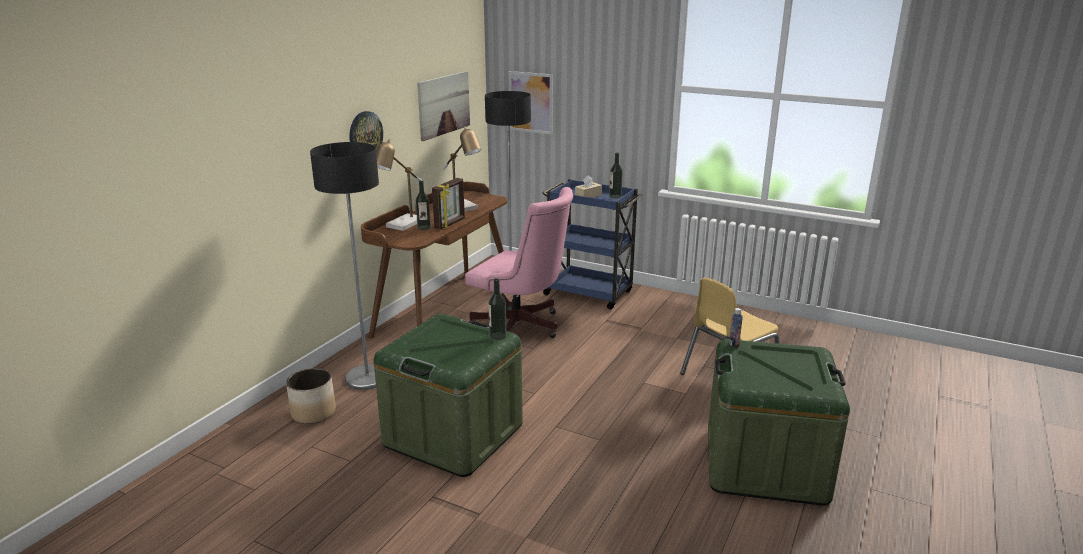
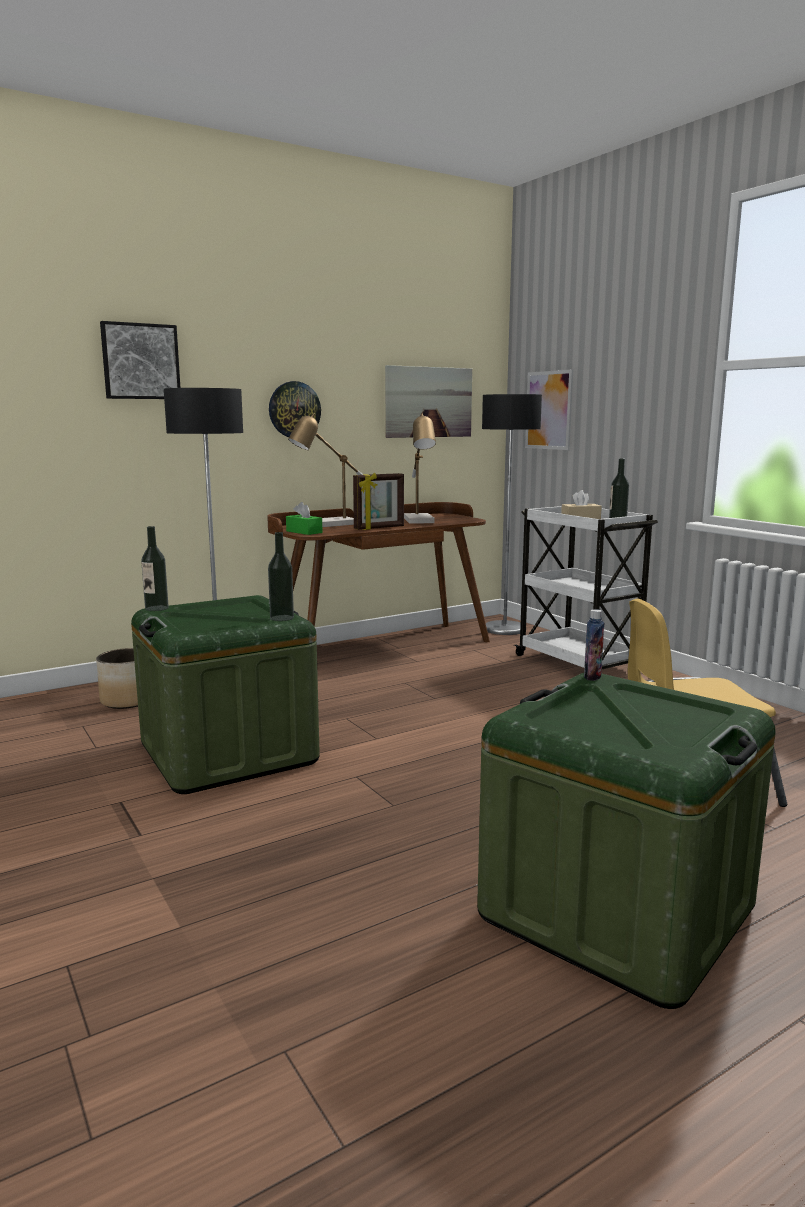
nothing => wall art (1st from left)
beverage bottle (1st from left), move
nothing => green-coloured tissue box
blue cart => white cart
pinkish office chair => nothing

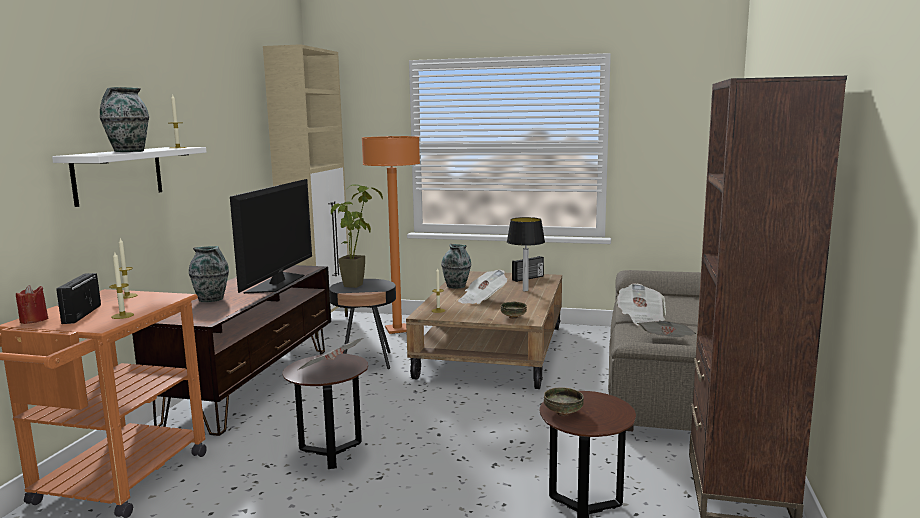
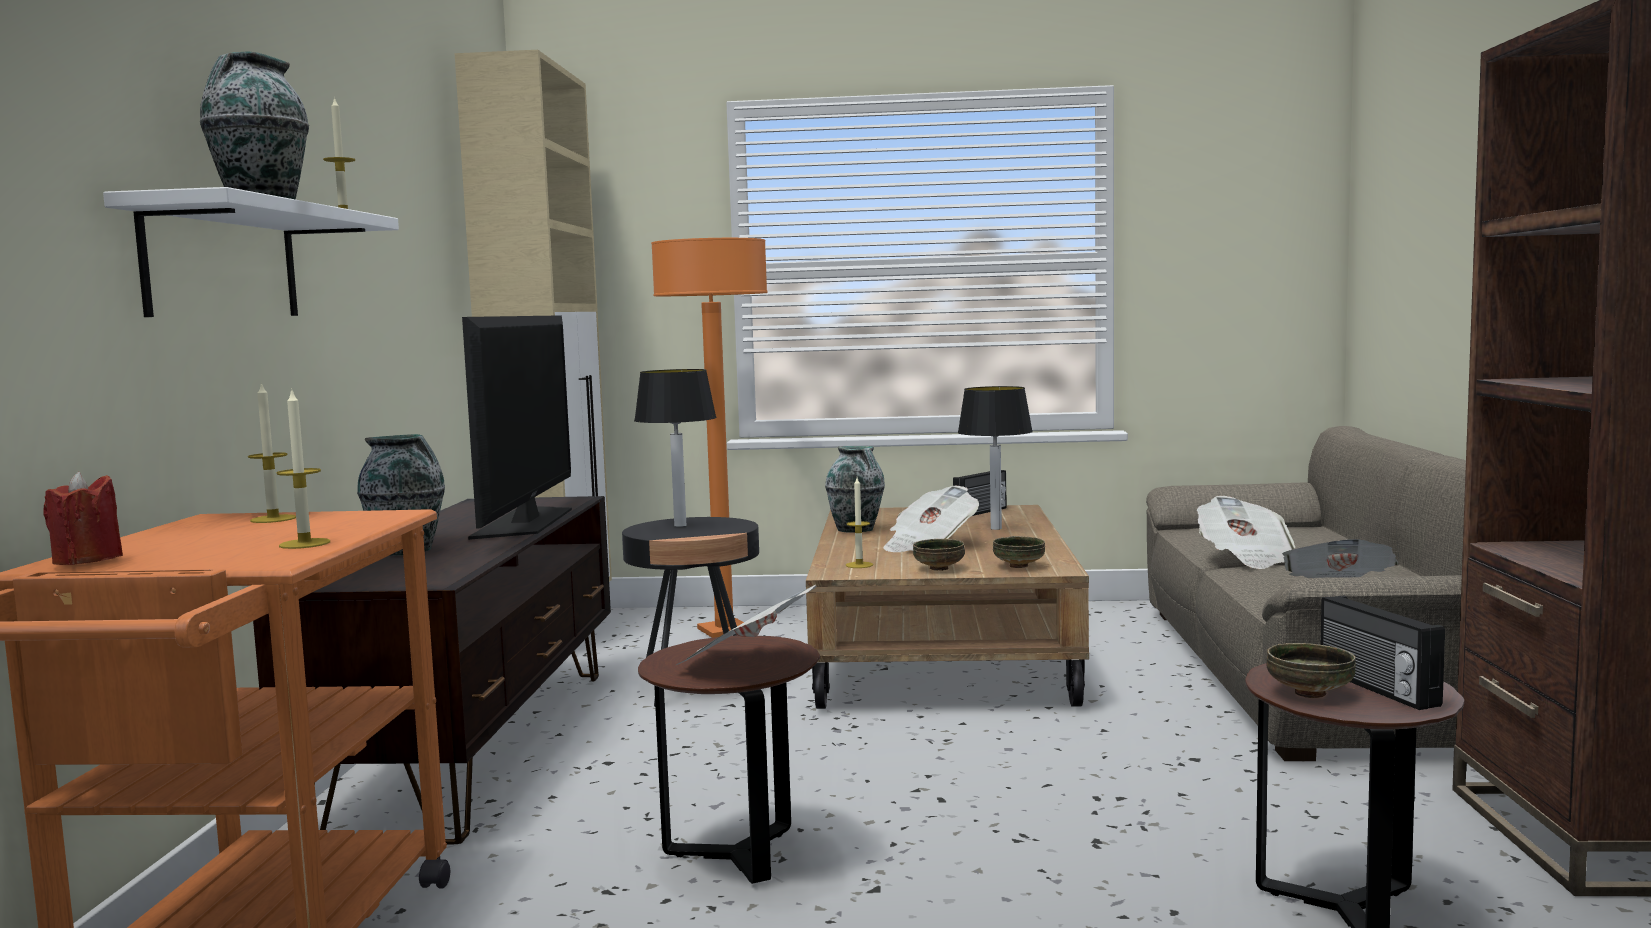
plant in a pot => lamp for a table (1st from left)
nothing => bowl (1st from left)
radio (1st from left in the first image) => radio (2nd from left), move

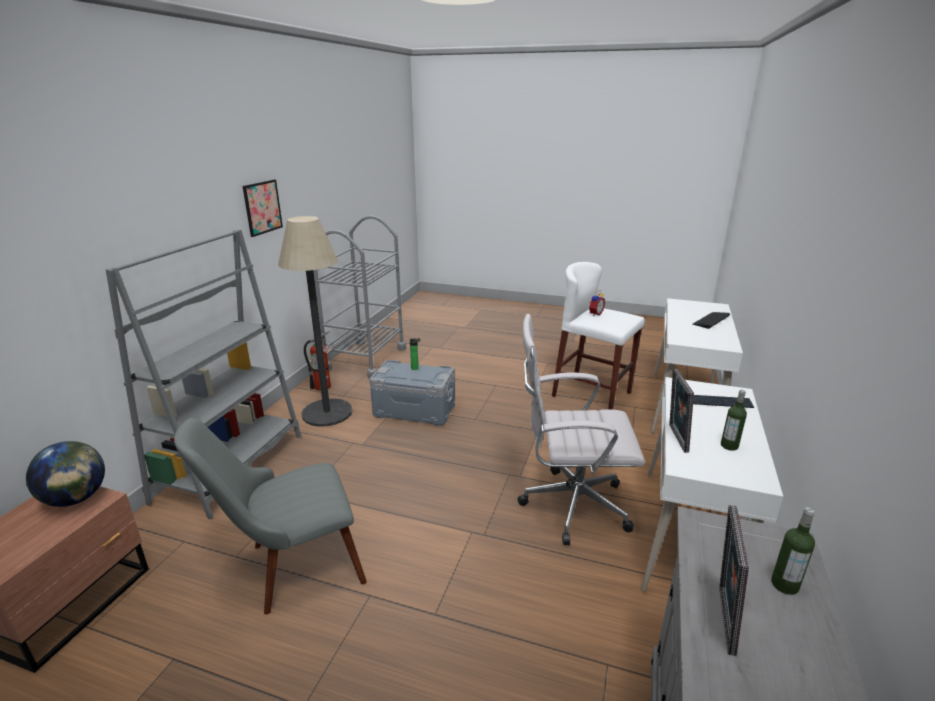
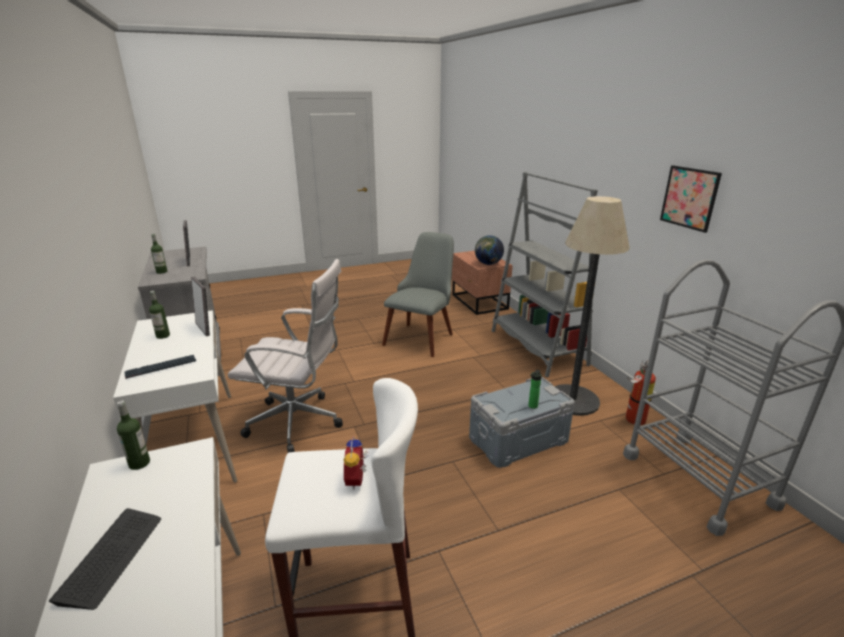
nothing => beverage bottle (1st from left)
white office chair, 45 degrees clockwise

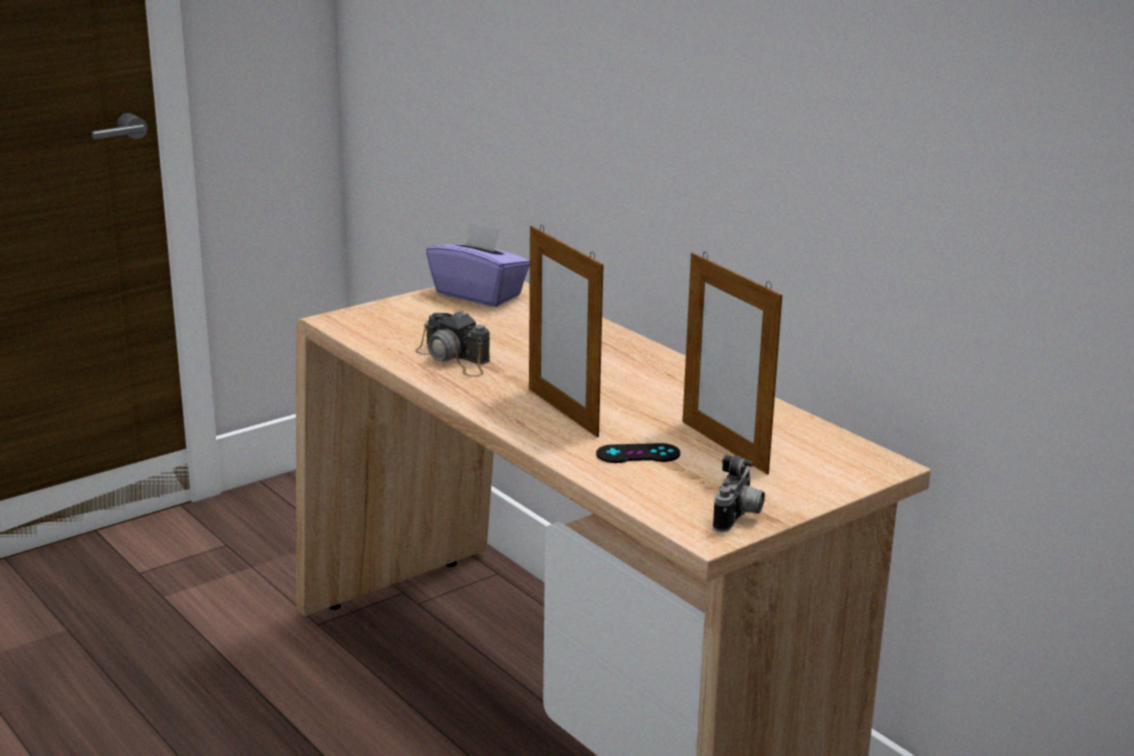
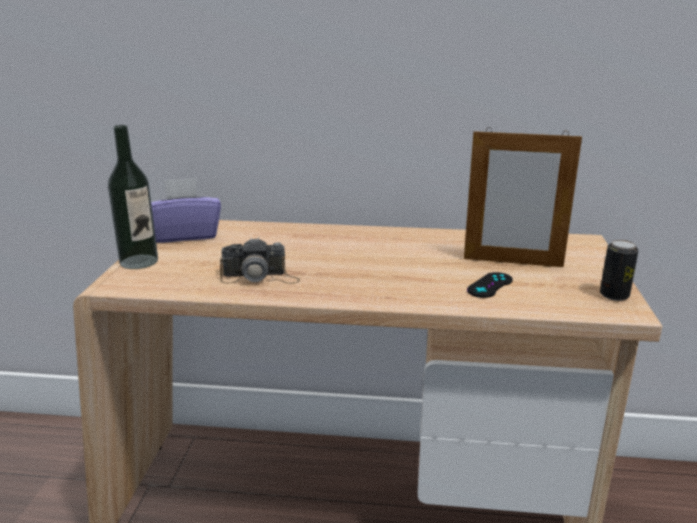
nothing => beverage bottle
photo camera (2nd from left) => metal can
picture frame (1st from left) => nothing

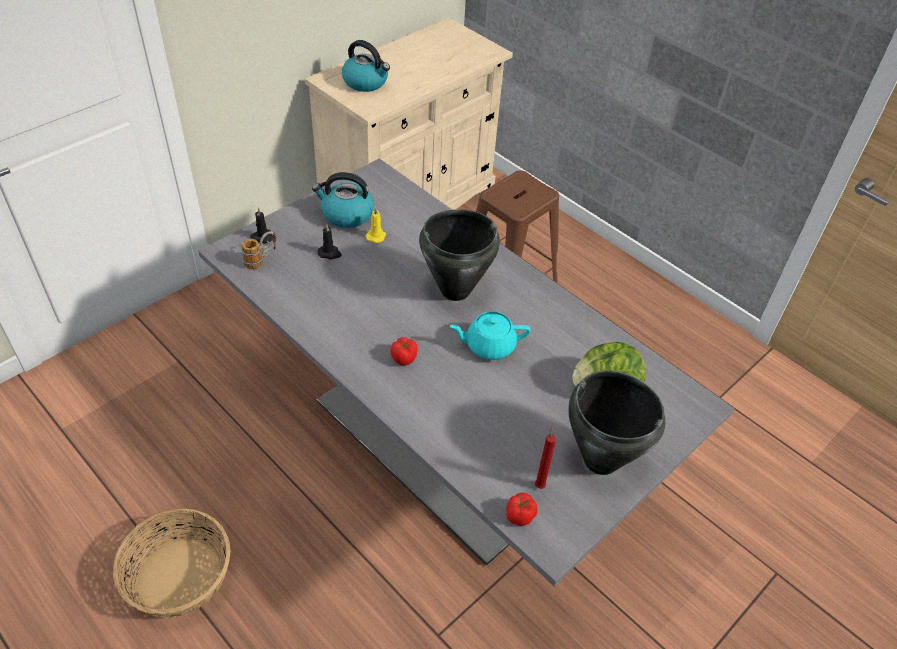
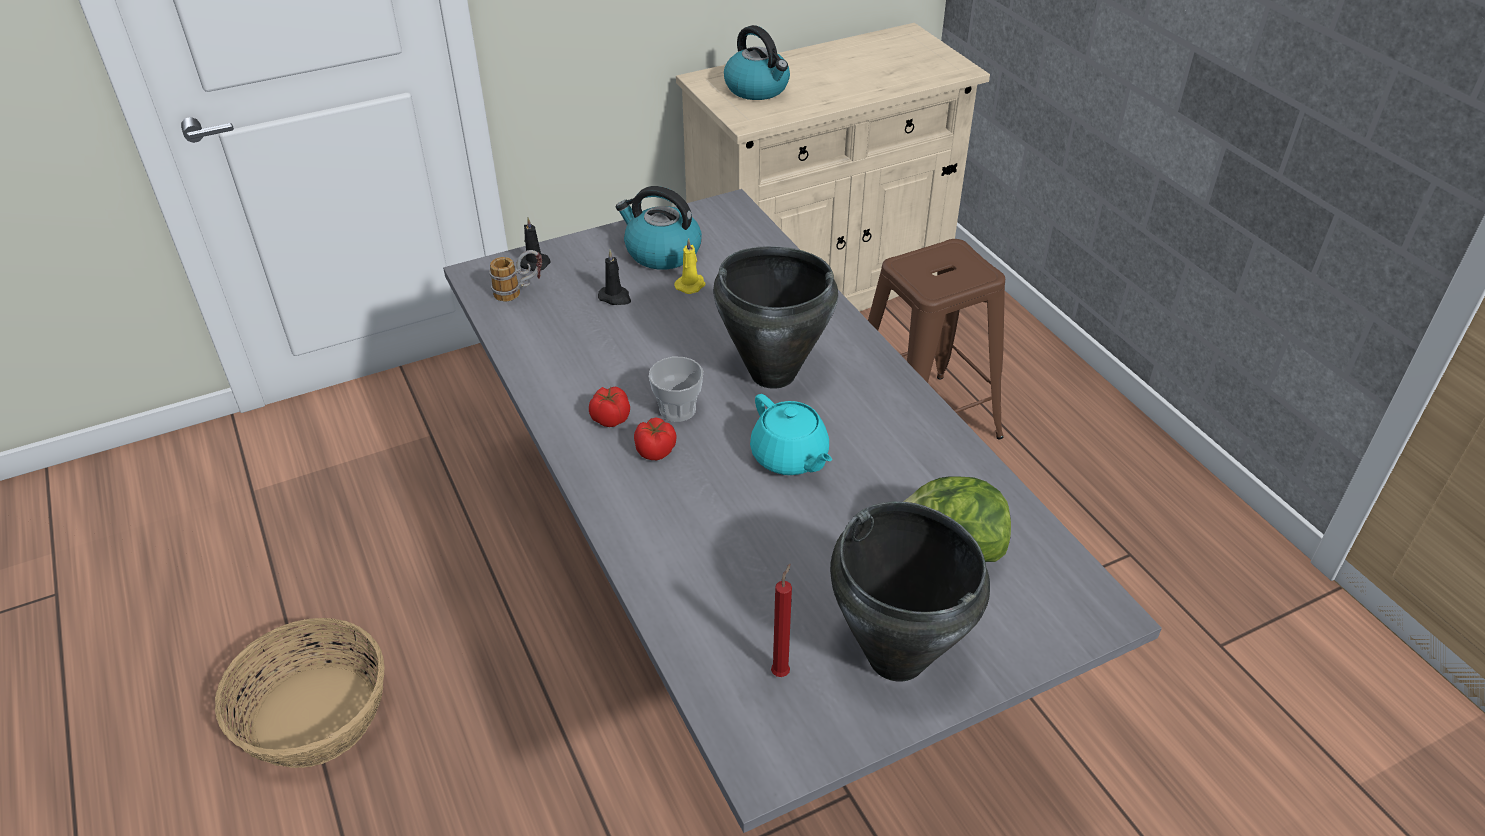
tomato (2nd from left in the first image) => tomato (1st from left), move
nothing => cup
turquoise pot for tea, 135 degrees counterclockwise

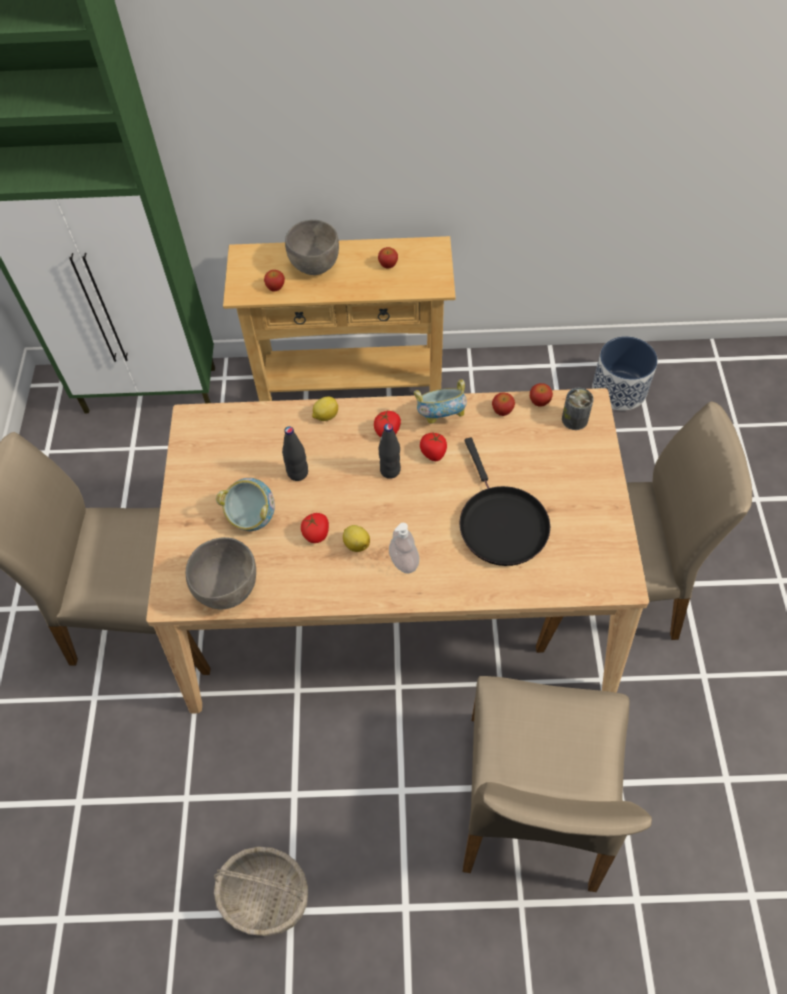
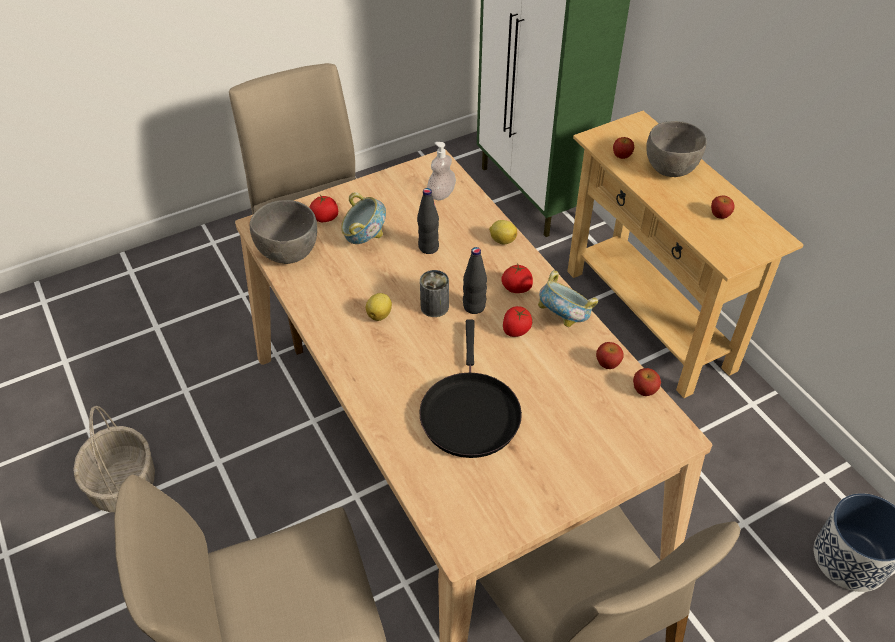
tomato (1st from left), move
black pan, 45 degrees counterclockwise
metal can, move
soap bottle, move

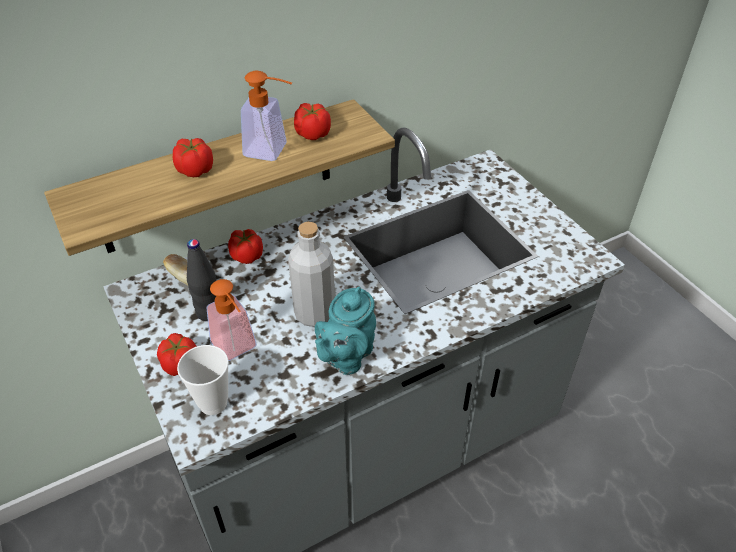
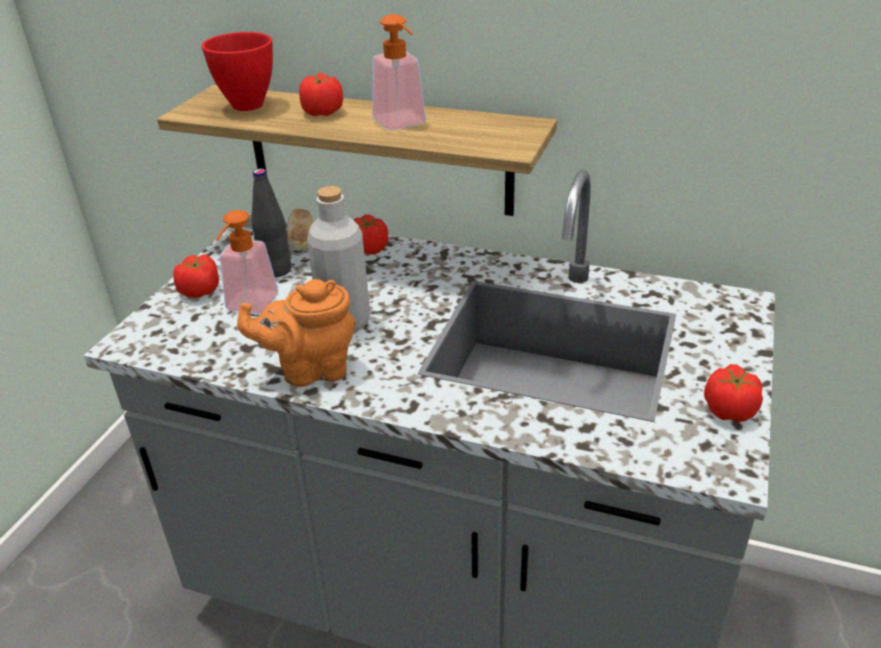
nothing => red bowl
turquoise pot for tea => orangey pot for tea
tomato (4th from left), move
cup => nothing

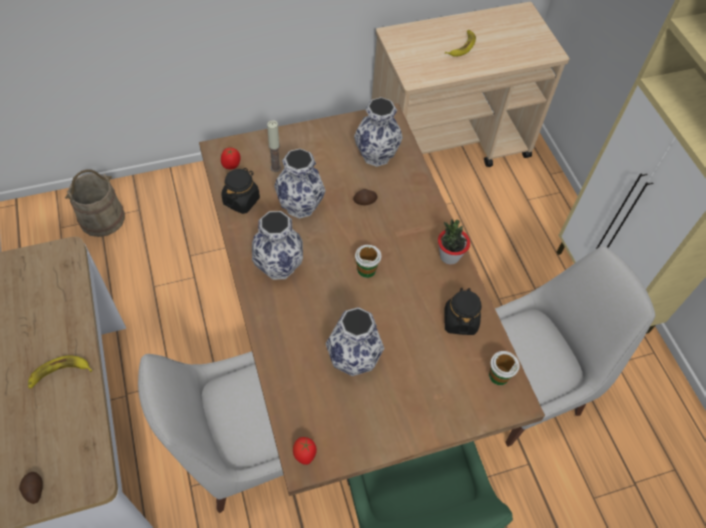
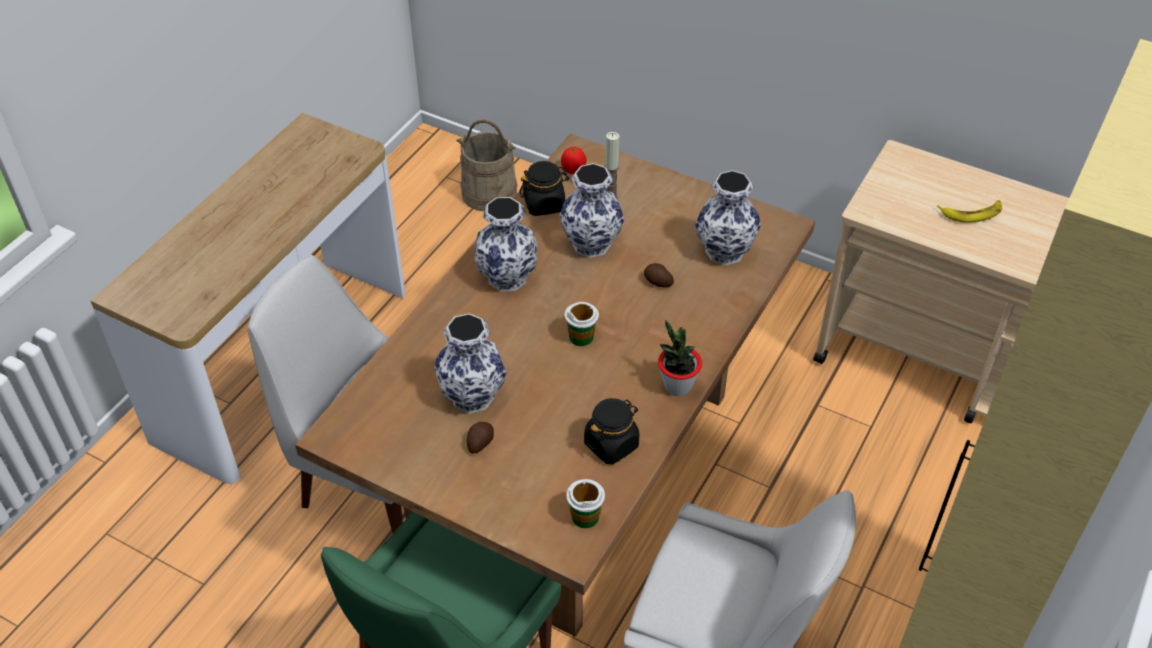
whole potato (1st from left), move
banana fruit (1st from left) => nothing
tomato (2nd from left) => nothing

